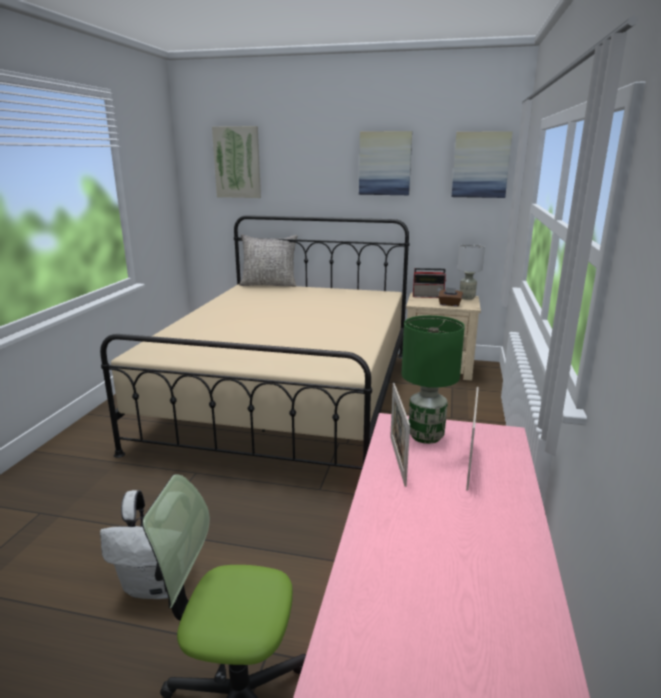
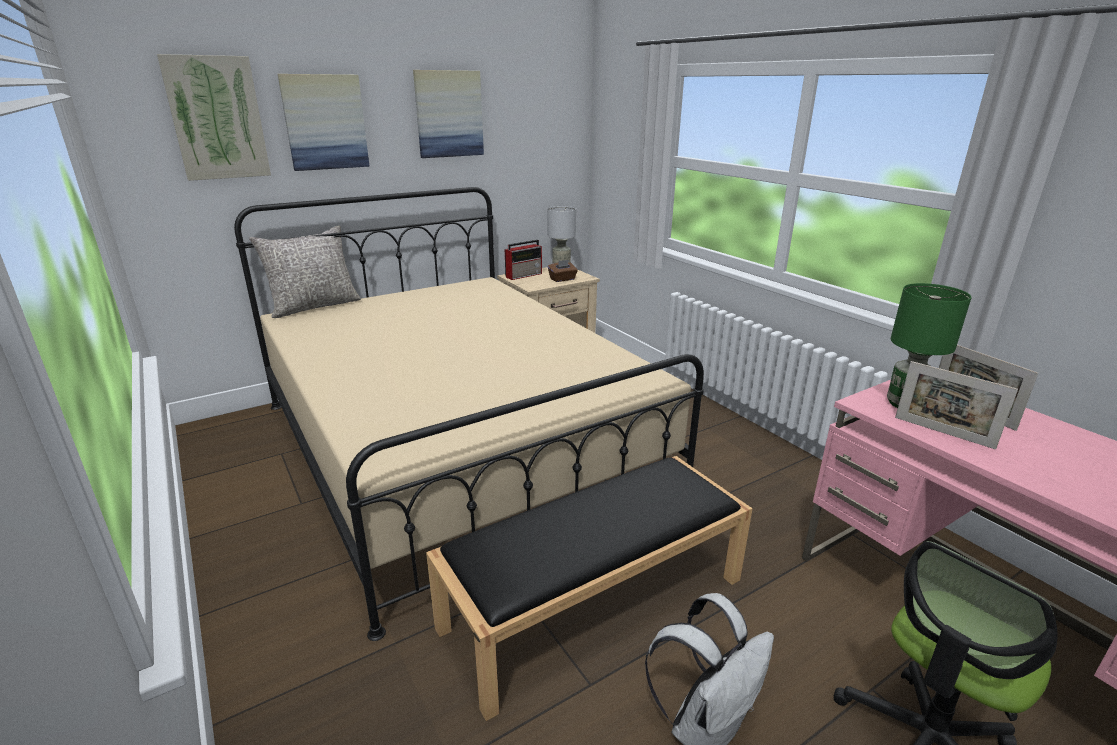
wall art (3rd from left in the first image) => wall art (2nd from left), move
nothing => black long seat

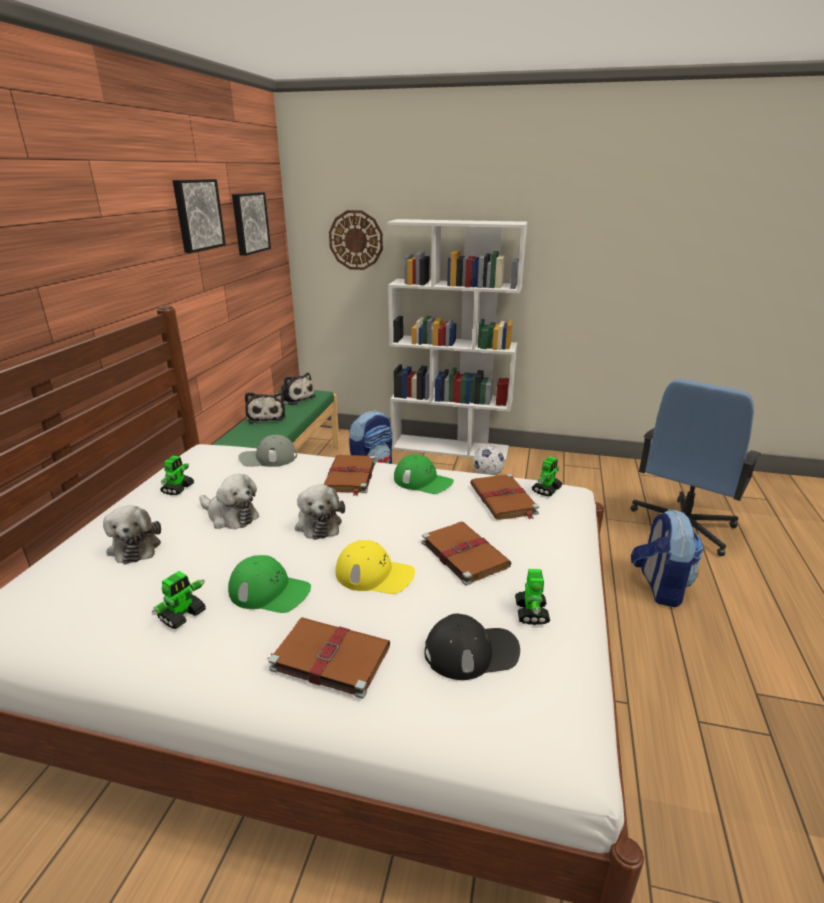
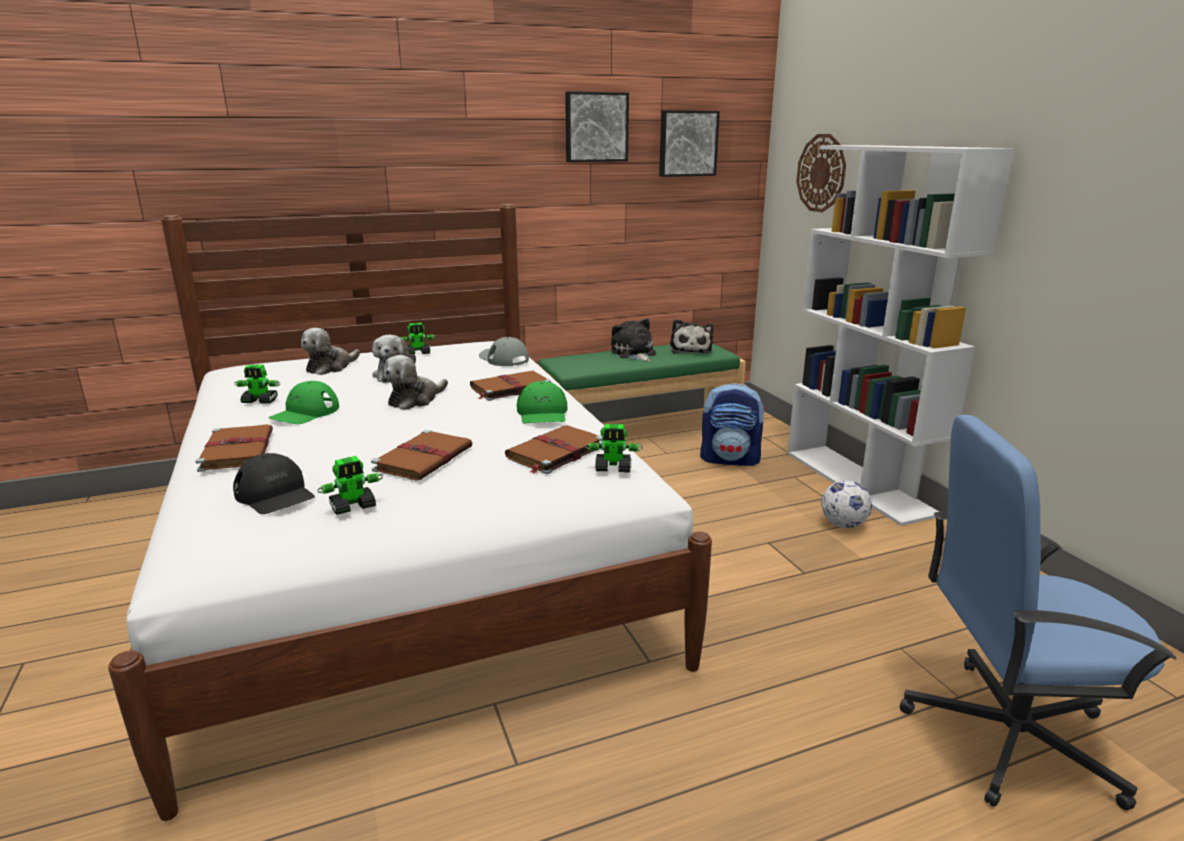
green-coloured cap (1st from left), 45 degrees clockwise
soft toy (3rd from left in the first image) => soft toy (4th from left), 120 degrees clockwise
yellow-coloured cap => nothing
backpack (2nd from left) => nothing

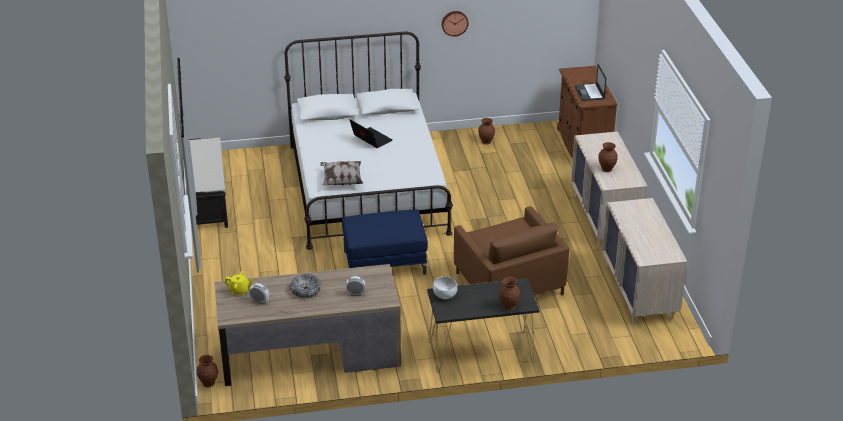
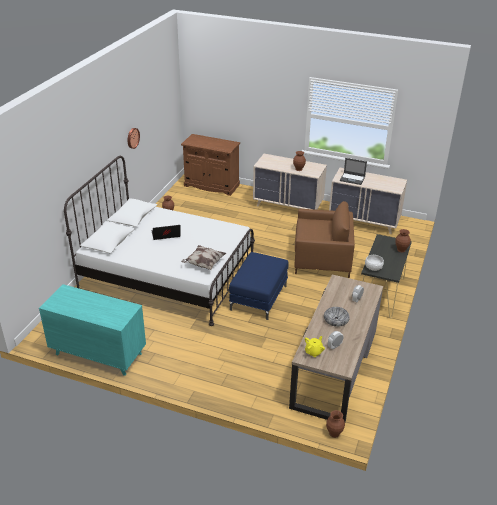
black long seat => turquoise drawer chest
portable computer (2nd from left), move

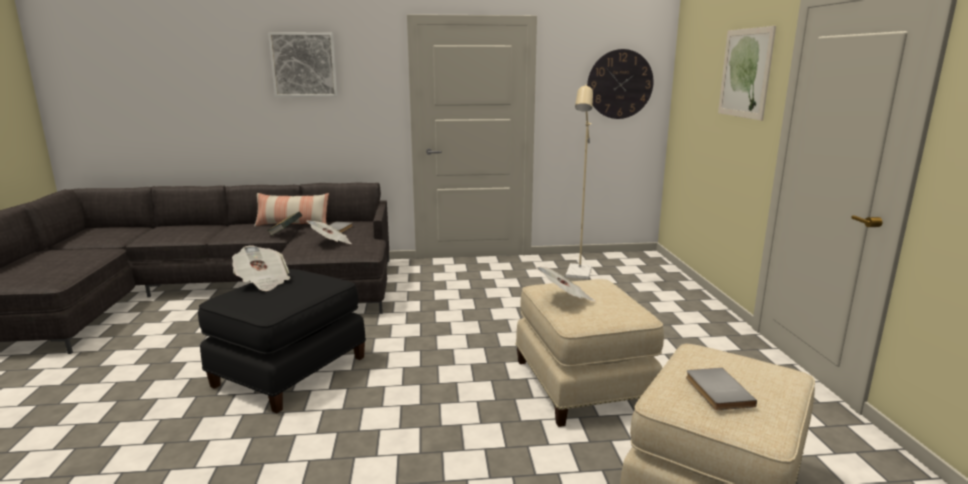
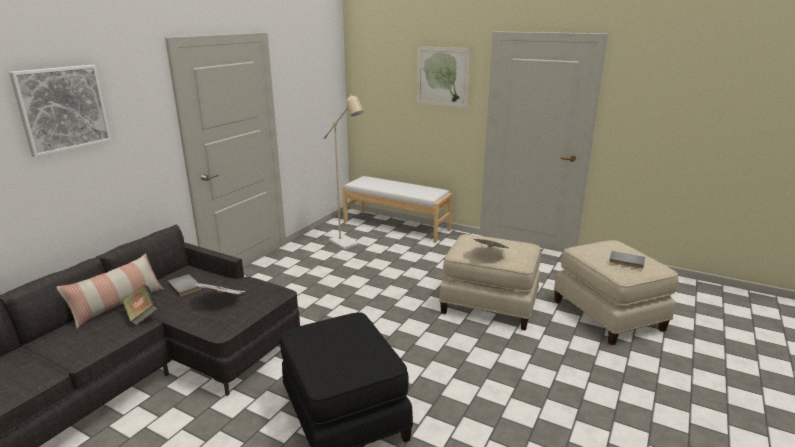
nothing => white long seat
printed paper (1st from left) => nothing
wall clock => nothing

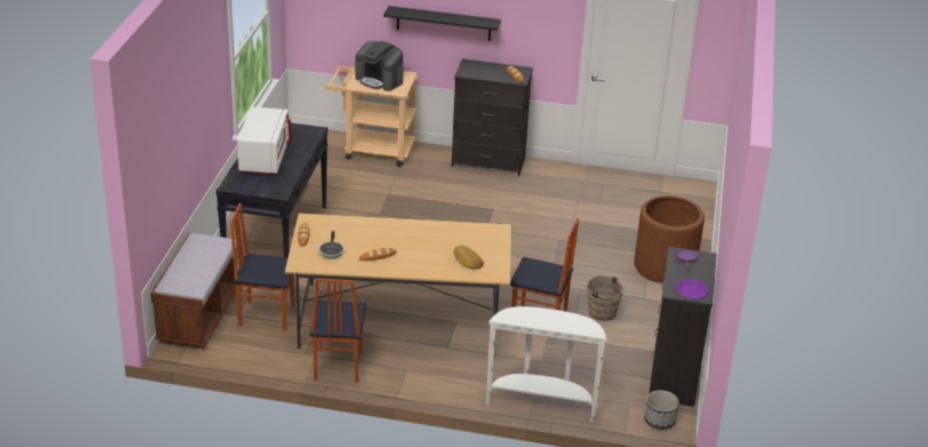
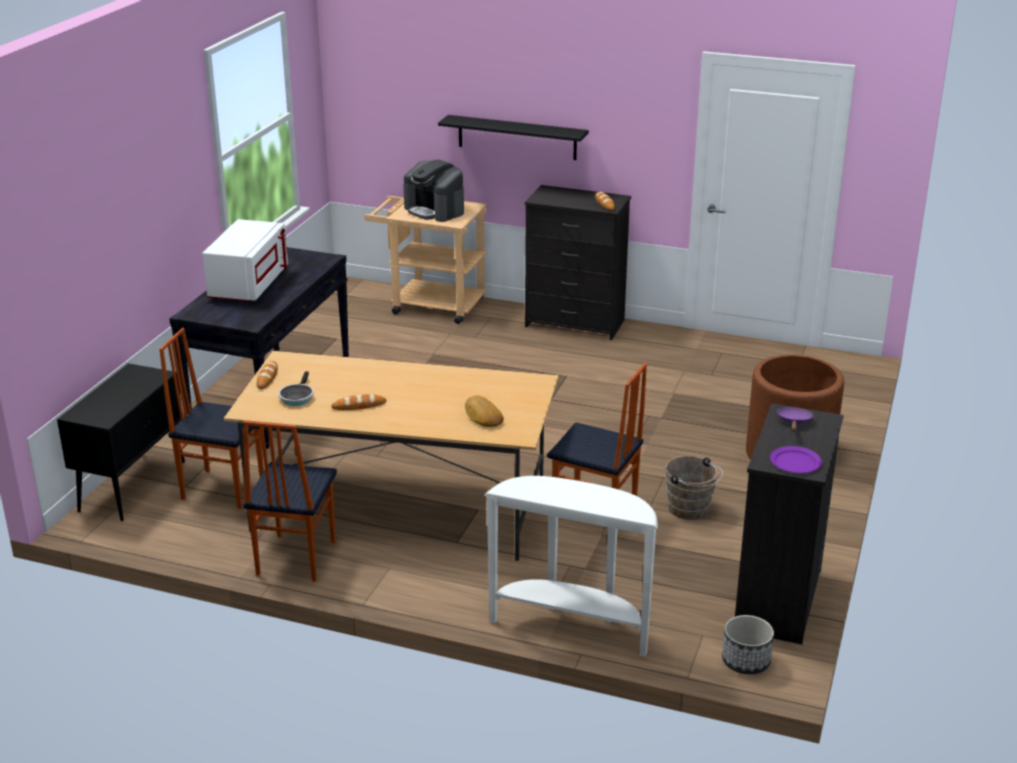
brownish long seat => black cabinet

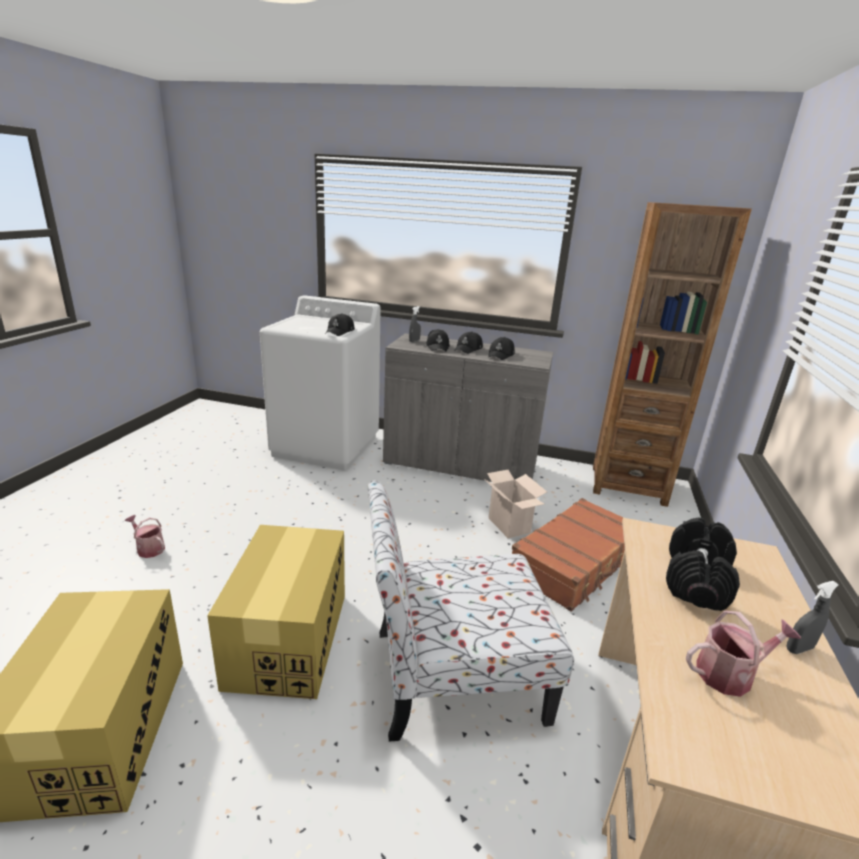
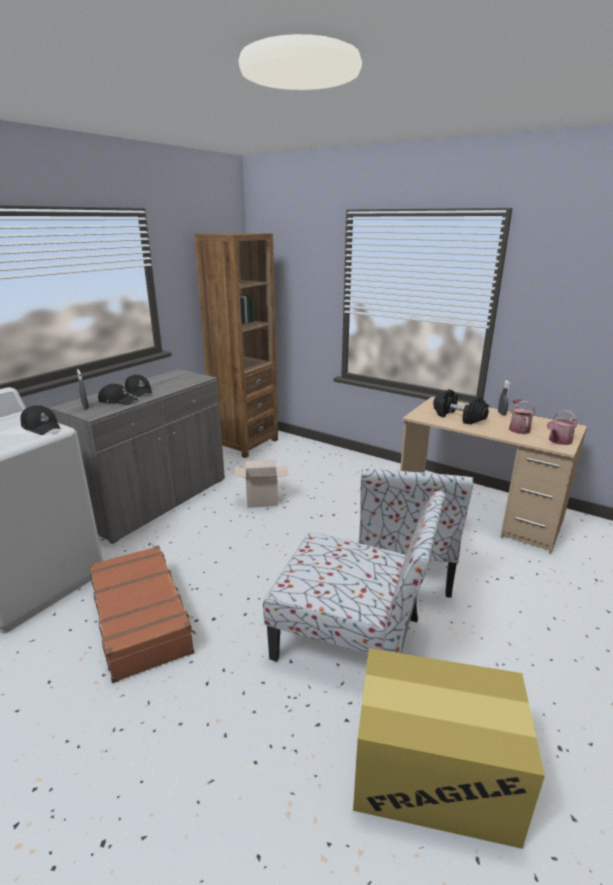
brownish suitcase, move
cardboard box (2nd from left) => plain chair (1st from left)
watering pot (1st from left in the first image) => watering pot (2nd from left), move
black cap (4th from left) => nothing

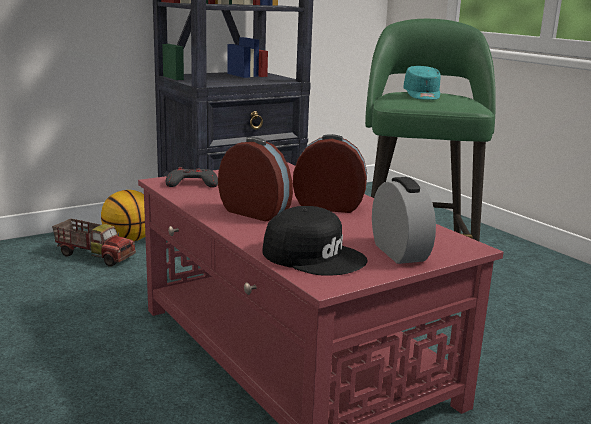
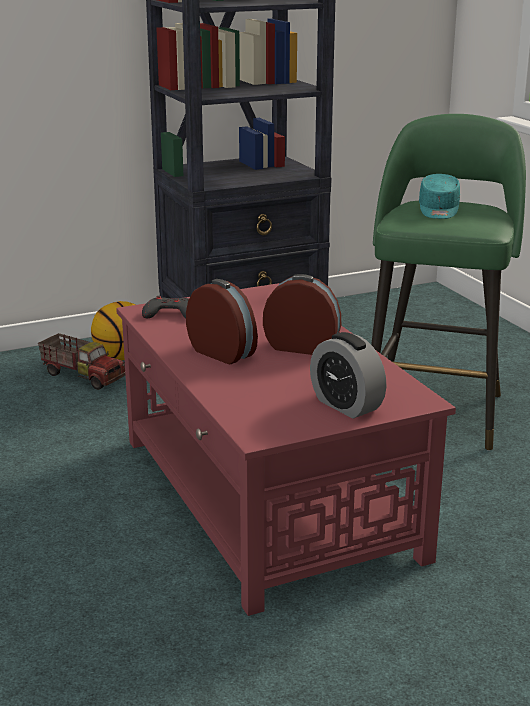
bedside clock (3rd from left), 150 degrees clockwise
black cap => nothing

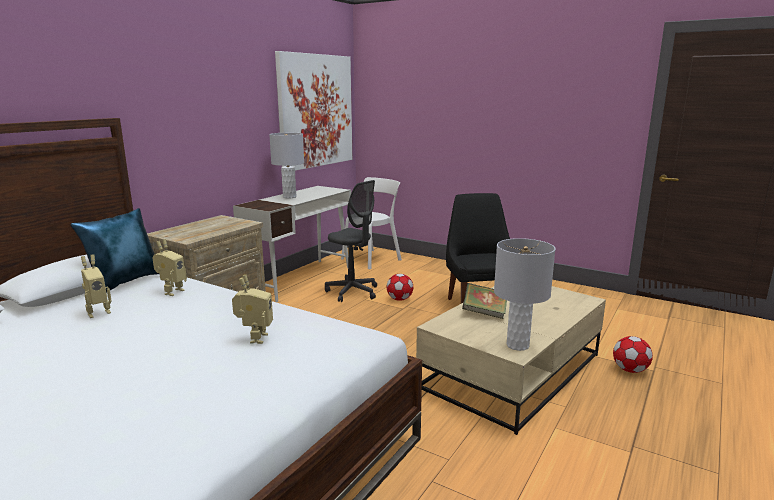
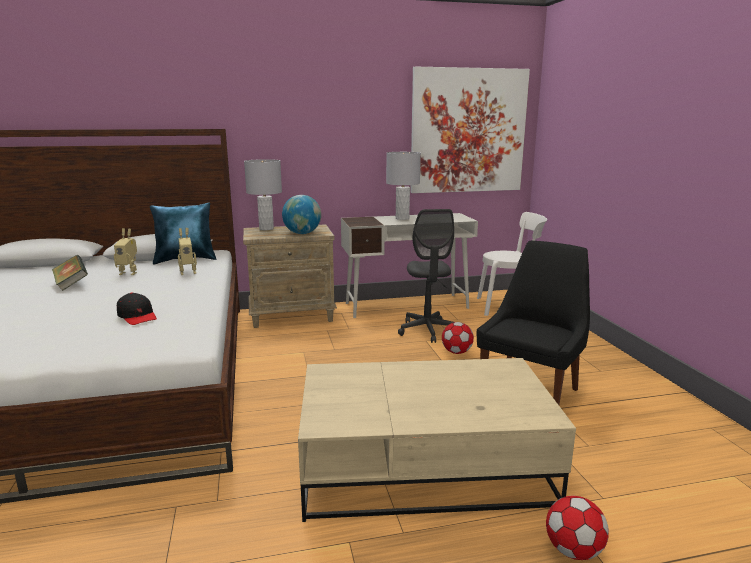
bound book, move
robot figure (3rd from left) => black cap
grey lamp for a table (2nd from left in the first image) => grey lamp for a table (1st from left), move
nothing => desk globe

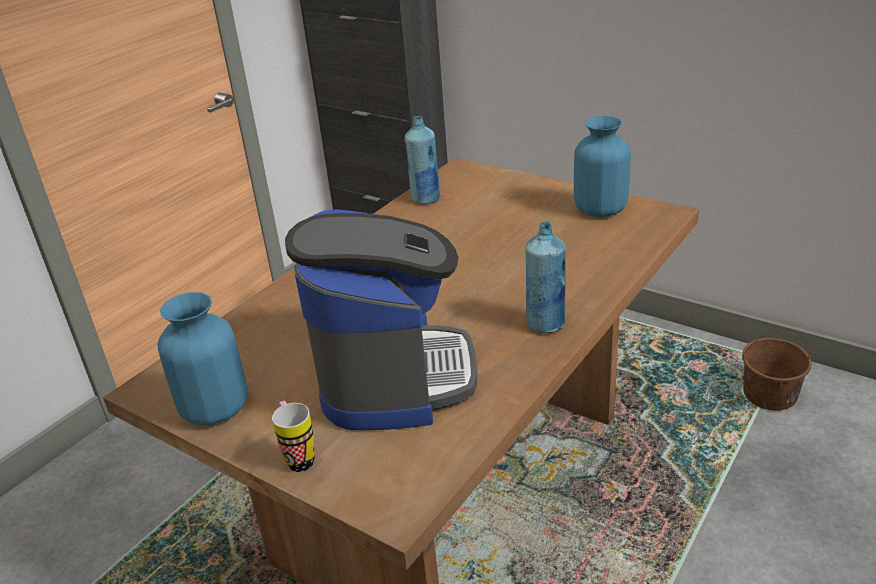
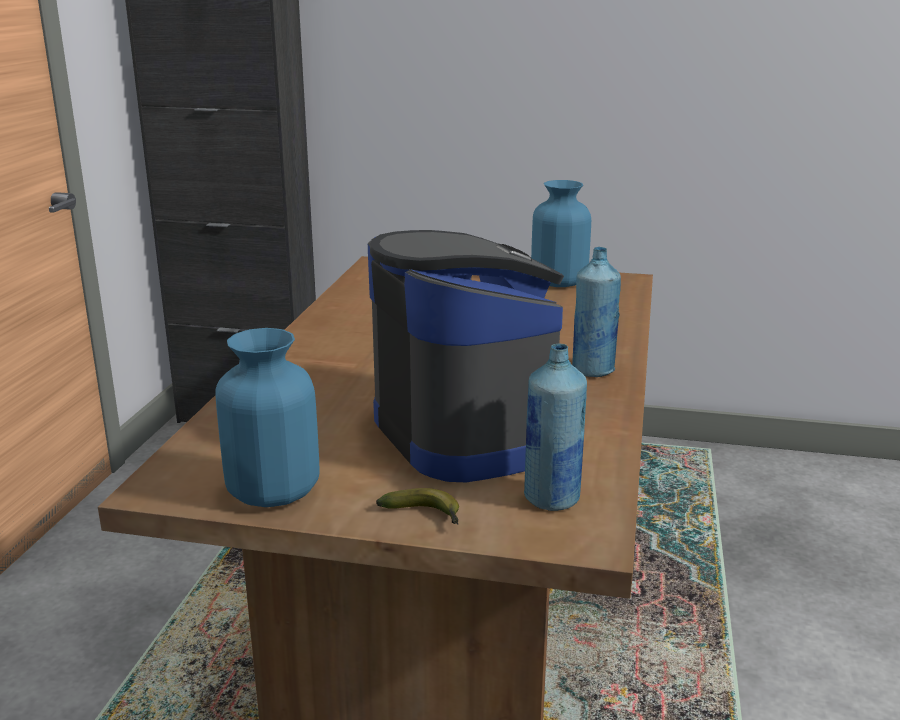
coffee mug => banana fruit
blue beverage bottle (1st from left), move
brownish bucket => nothing

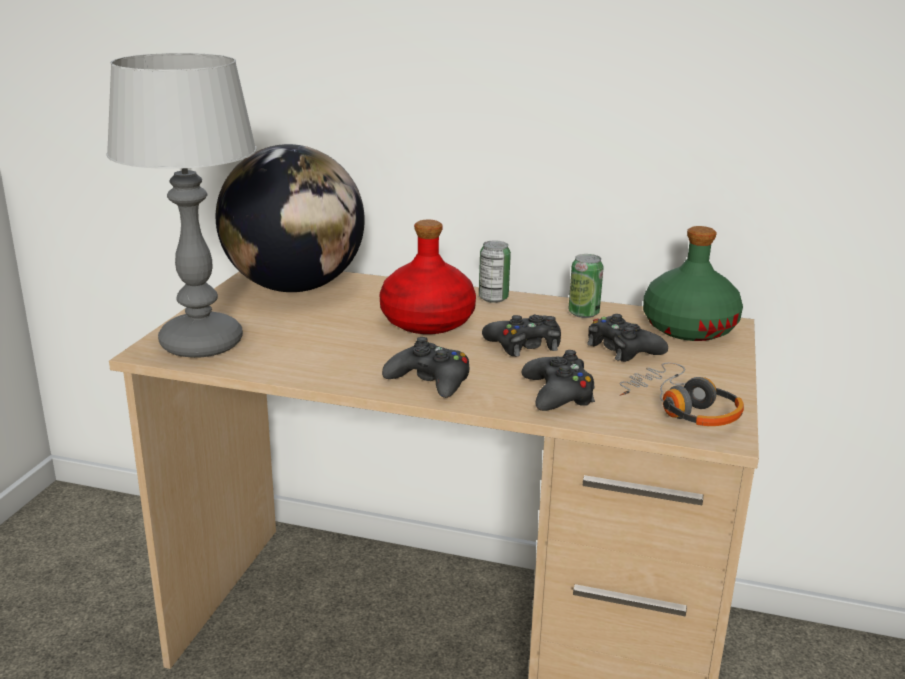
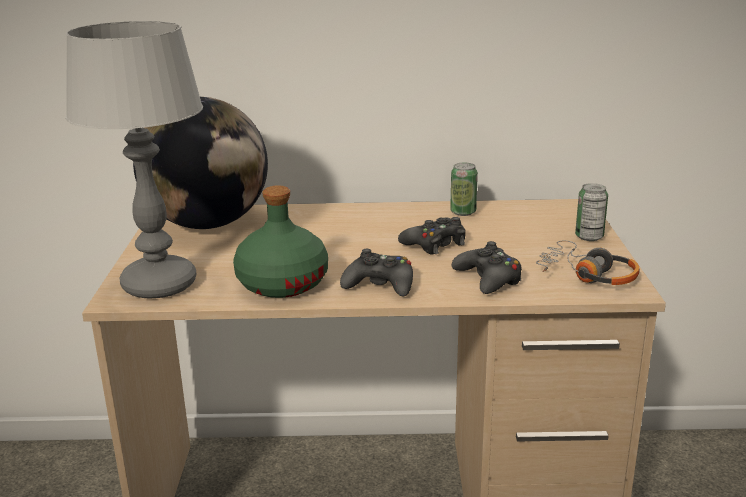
green-coloured beverage bottle, move
metal can (1st from left in the first image) => metal can (2nd from left), move
red beverage bottle => nothing
black joypad (4th from left) => nothing

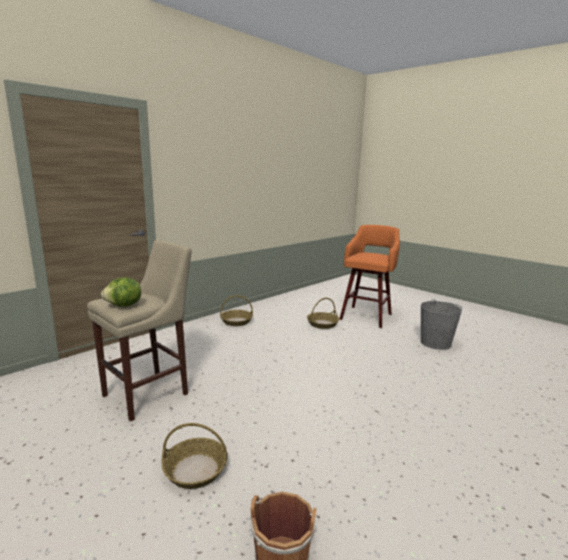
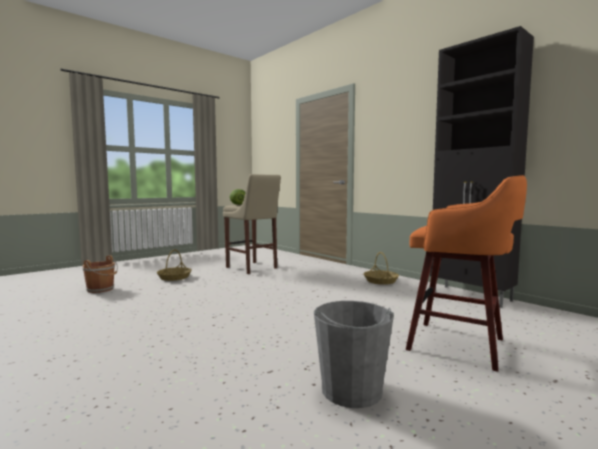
nothing => black cabinet
storage basket (3rd from left) => nothing

